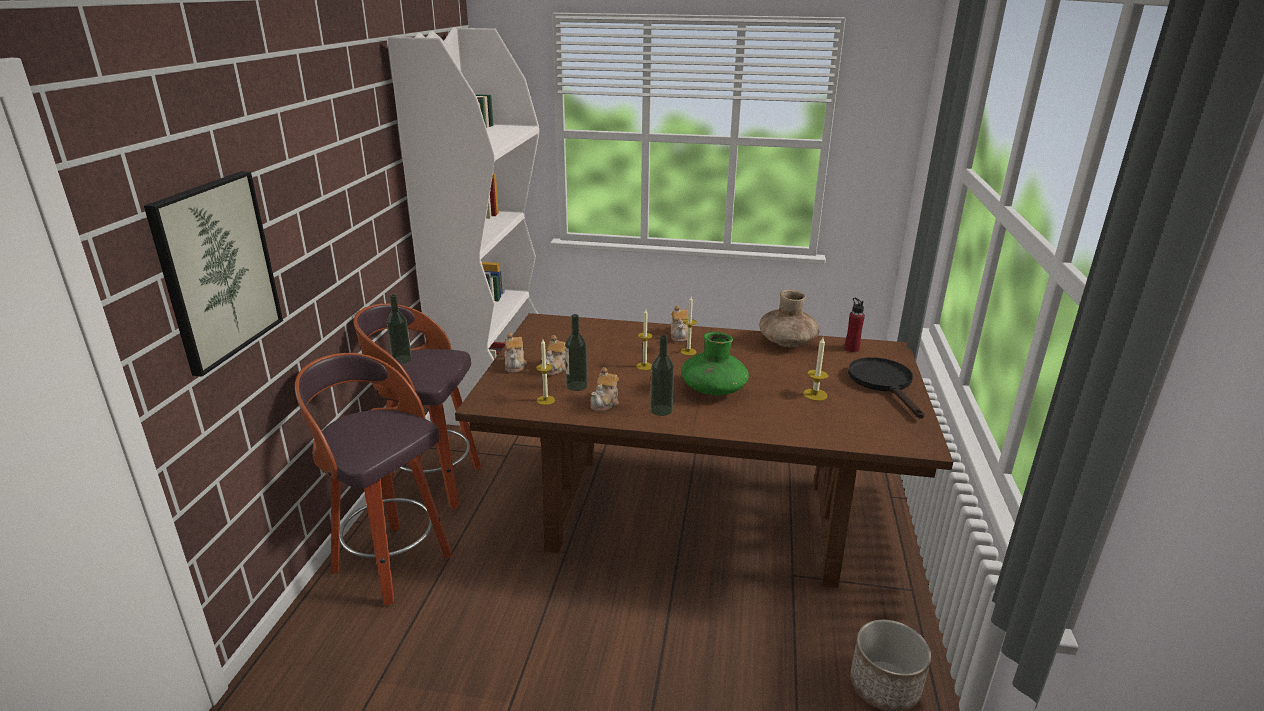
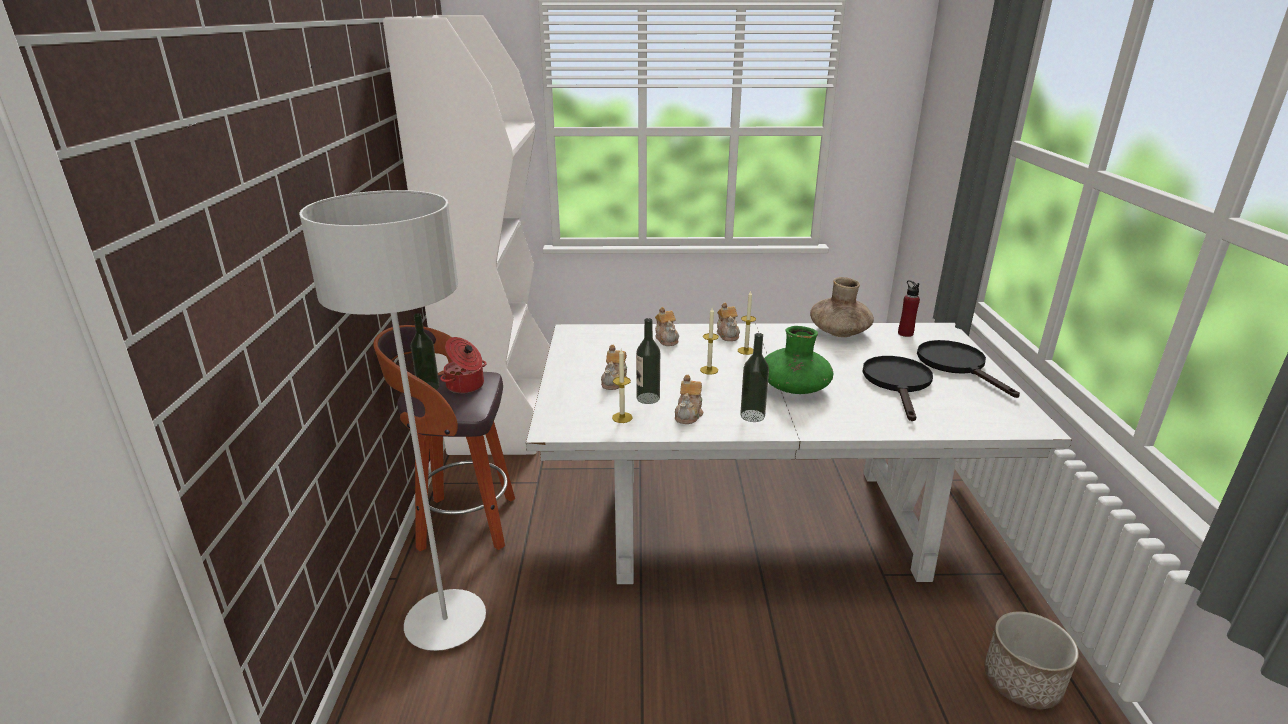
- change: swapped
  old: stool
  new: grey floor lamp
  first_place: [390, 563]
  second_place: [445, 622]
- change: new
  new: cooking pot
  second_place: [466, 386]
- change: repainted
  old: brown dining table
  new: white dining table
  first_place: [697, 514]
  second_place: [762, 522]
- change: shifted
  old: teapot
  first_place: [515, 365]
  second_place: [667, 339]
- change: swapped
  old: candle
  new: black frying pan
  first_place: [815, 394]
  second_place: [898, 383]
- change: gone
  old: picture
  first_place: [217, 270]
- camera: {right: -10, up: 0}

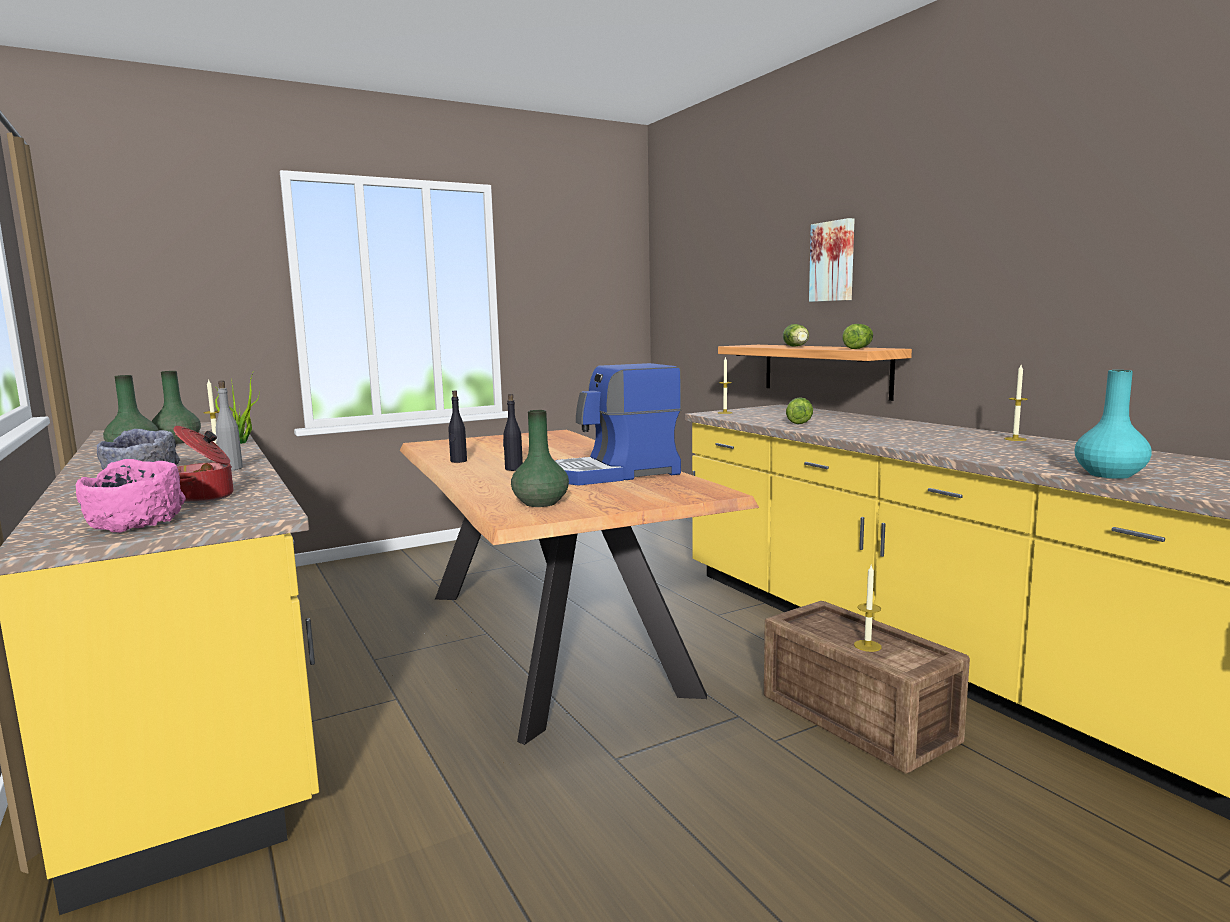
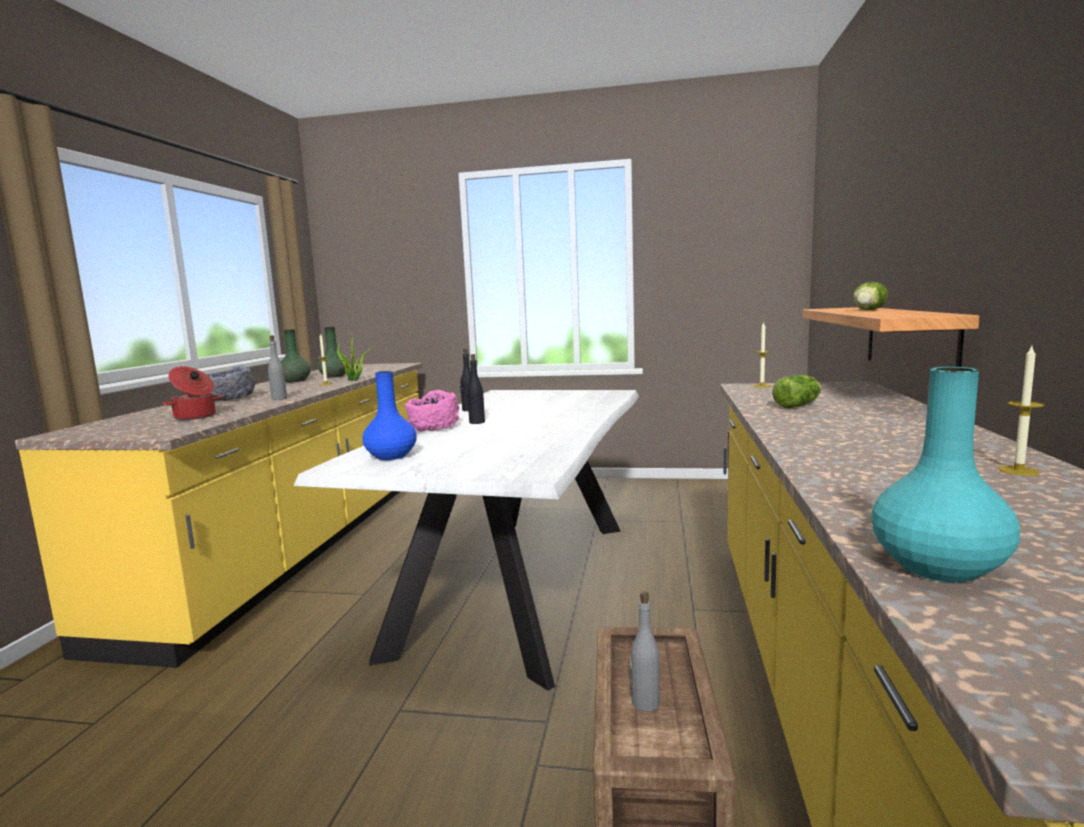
- change: repainted
  old: brown dining table
  new: white dining table
  first_place: [549, 639]
  second_place: [519, 583]
- change: repainted
  old: green vase
  new: blue vase
  first_place: [540, 503]
  second_place: [390, 456]
- change: shifted
  old: pink bowl
  first_place: [136, 524]
  second_place: [434, 428]
- change: swapped
  old: candle
  new: grey bottle
  first_place: [867, 646]
  second_place: [645, 703]
- change: gone
  old: coffee machine
  first_place: [616, 474]
- change: gone
  old: picture
  first_place: [833, 261]
- change: gone
  old: lettuce
  first_place: [859, 348]
- camera: {right: 40, up: 0}

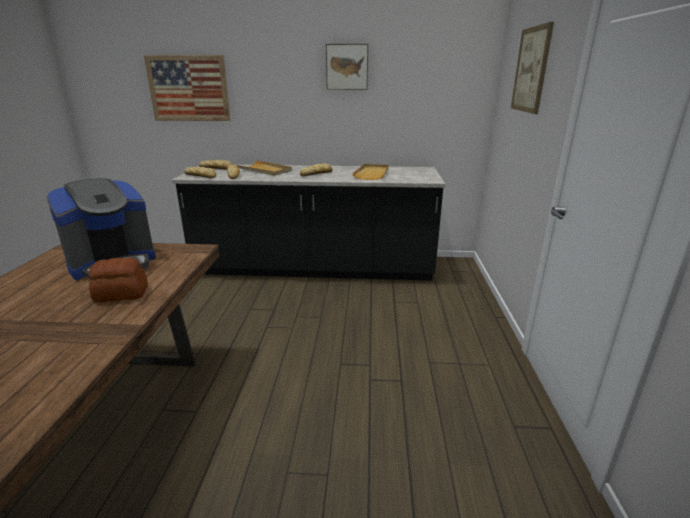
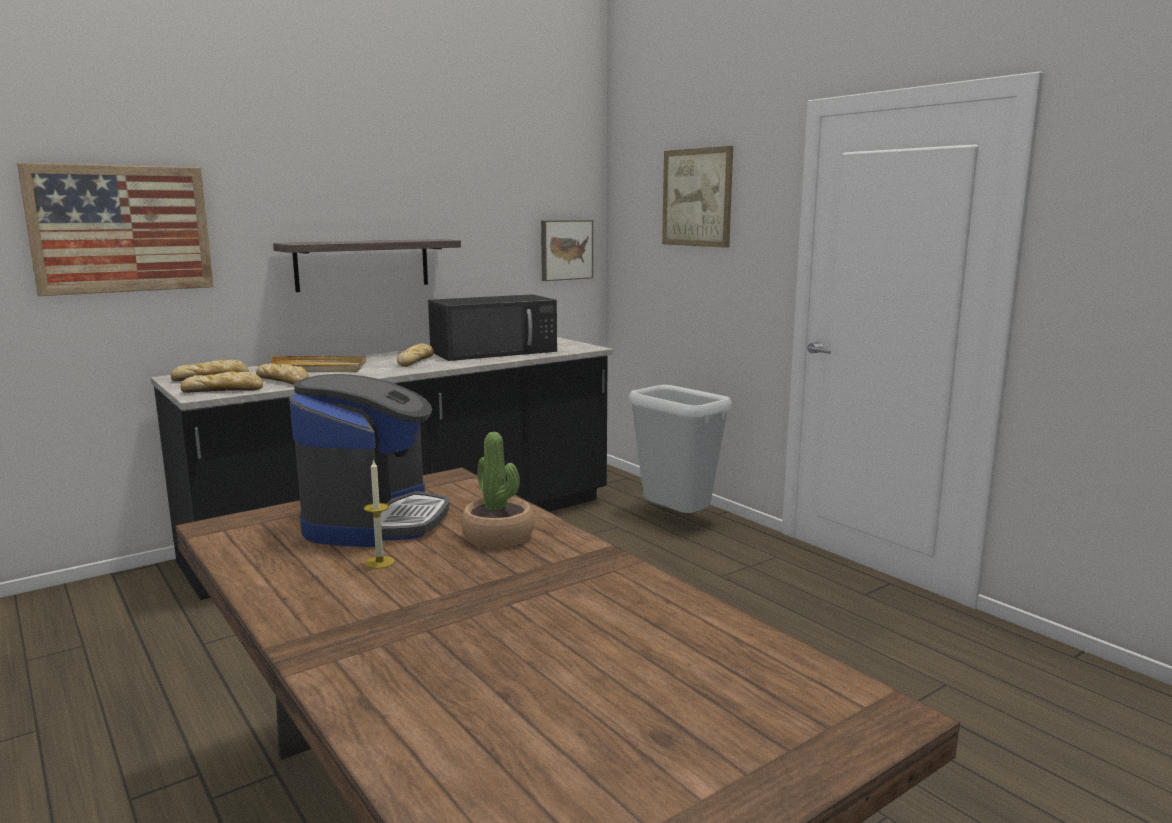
- change: new
  new: shelf
  second_place: [363, 264]
- change: new
  new: candle
  second_place: [379, 562]
- change: swapped
  old: beige tray
  new: black microwave
  first_place: [372, 174]
  second_place: [495, 351]
- change: swapped
  old: bread
  new: potted plant
  first_place: [121, 294]
  second_place: [498, 536]
- change: shifted
  old: picture
  first_place: [347, 67]
  second_place: [565, 249]
- change: new
  new: grey trash can
  second_place: [677, 520]
- camera: {right: -40, up: -10}

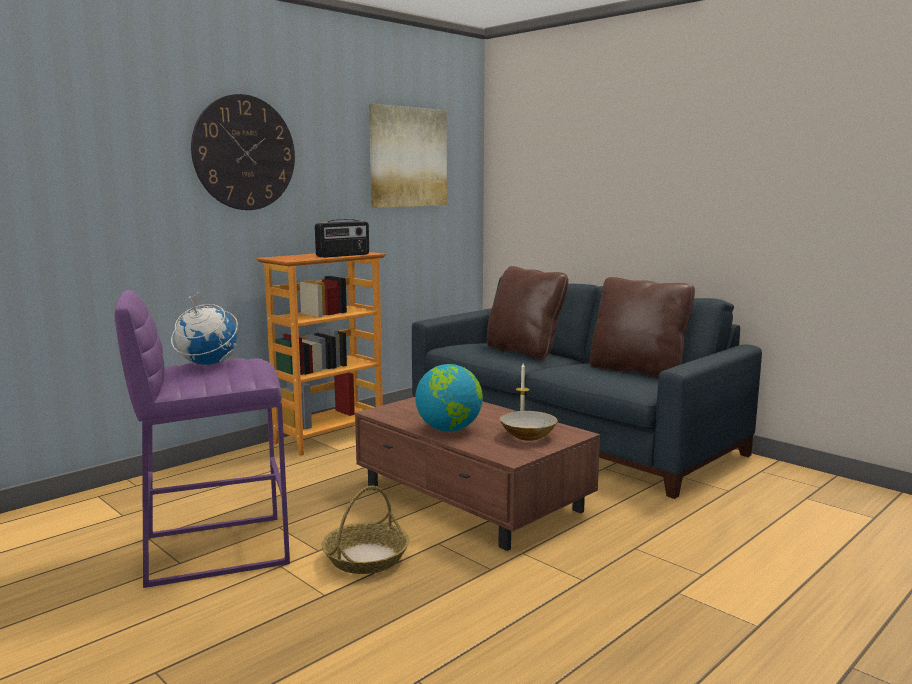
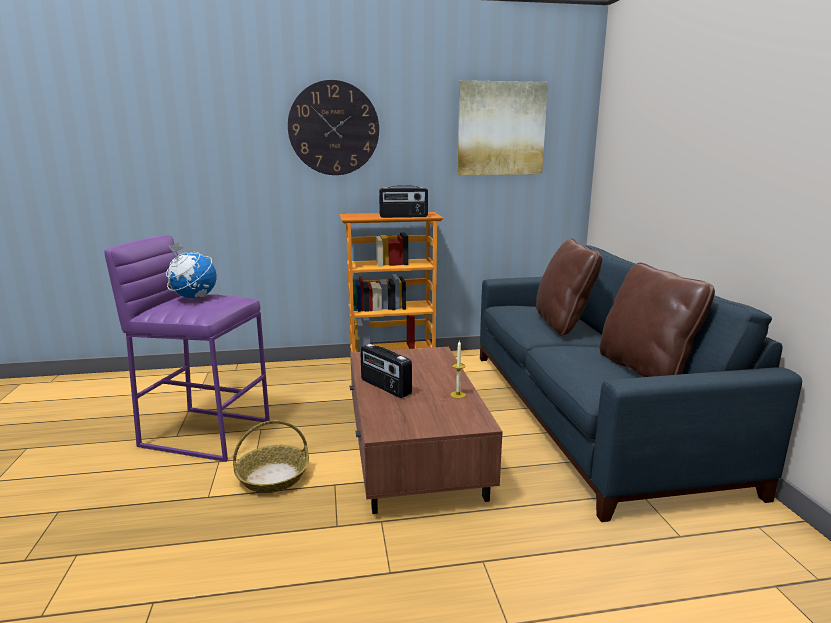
- change: swapped
  old: globe
  new: radio
  first_place: [449, 429]
  second_place: [385, 387]
- change: gone
  old: bowl
  first_place: [527, 436]
- camera: {right: 35, up: 5}

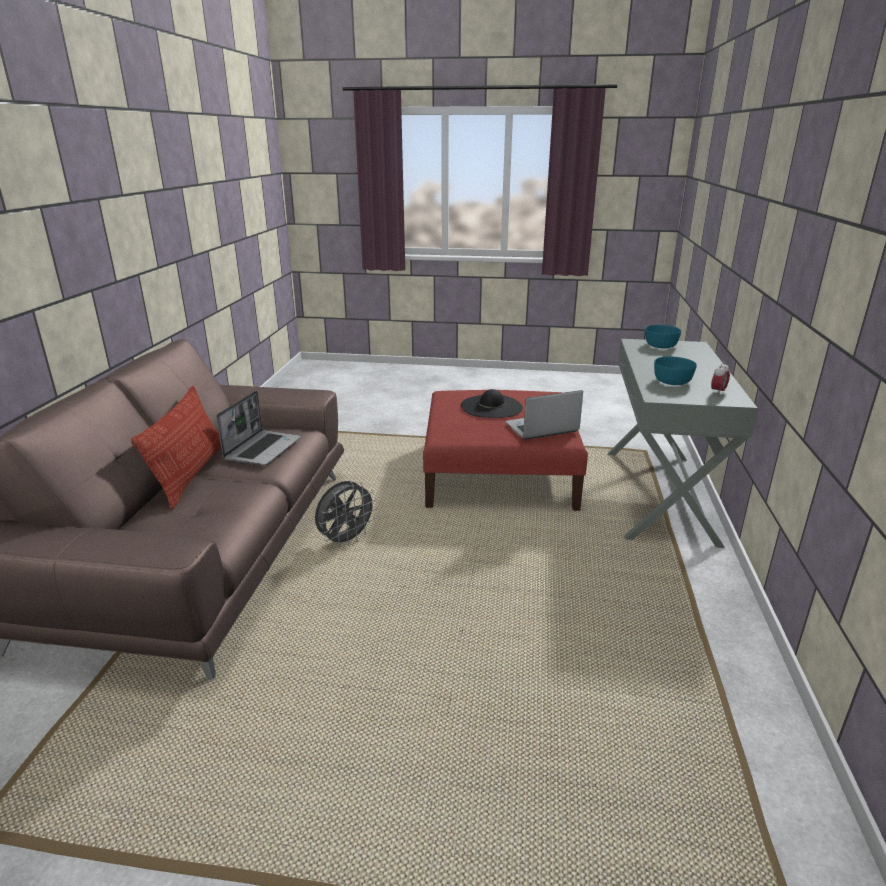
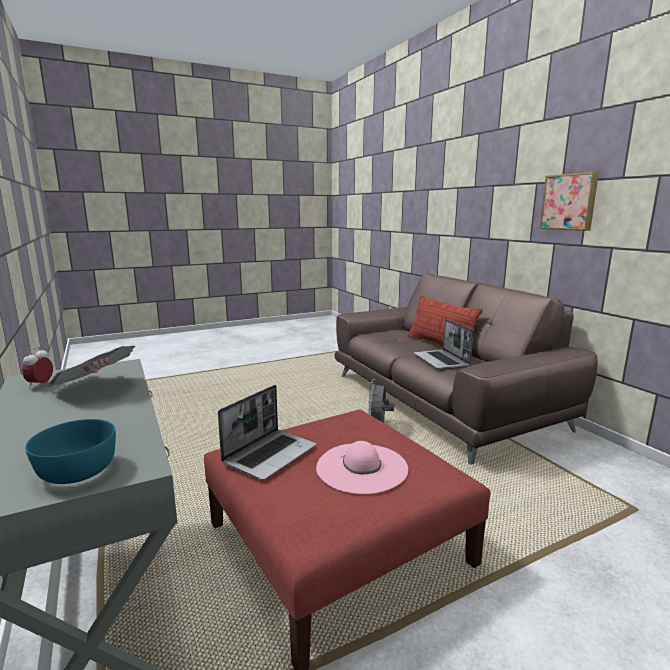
- change: swapped
  old: turquoise bowl
  new: newspaper
  first_place: [673, 381]
  second_place: [95, 387]
- change: repainted
  old: black hat
  new: pink hat
  first_place: [491, 406]
  second_place: [362, 467]
- change: new
  new: picture
  second_place: [569, 202]
- camera: {right: 145, up: -10}

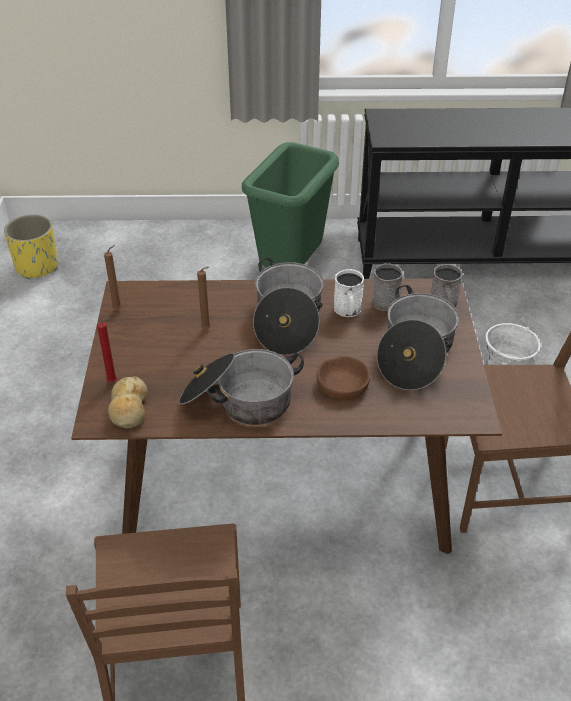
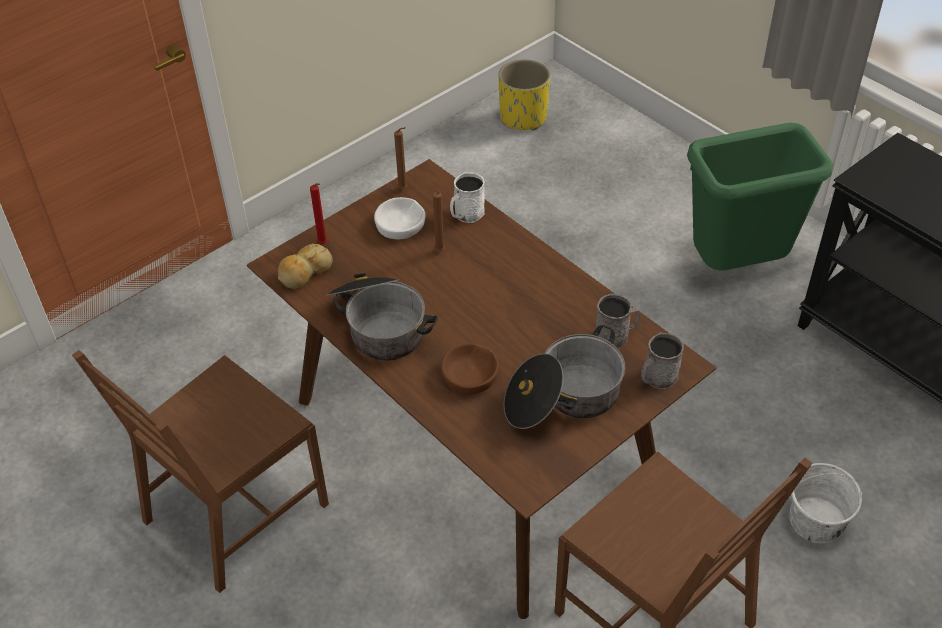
- change: new
  new: white bowl
  second_place: [400, 224]
- change: shifted
  old: white mug
  first_place: [348, 311]
  second_place: [466, 215]
- change: gone
  old: cooking pot
  first_place: [287, 321]
- camera: {right: 50, up: 5}

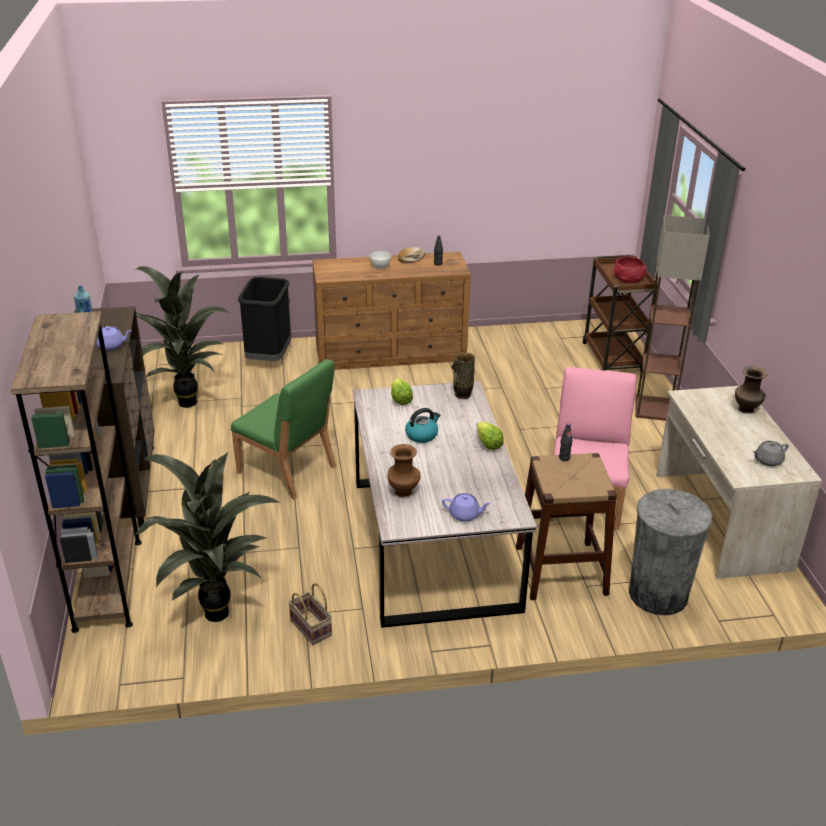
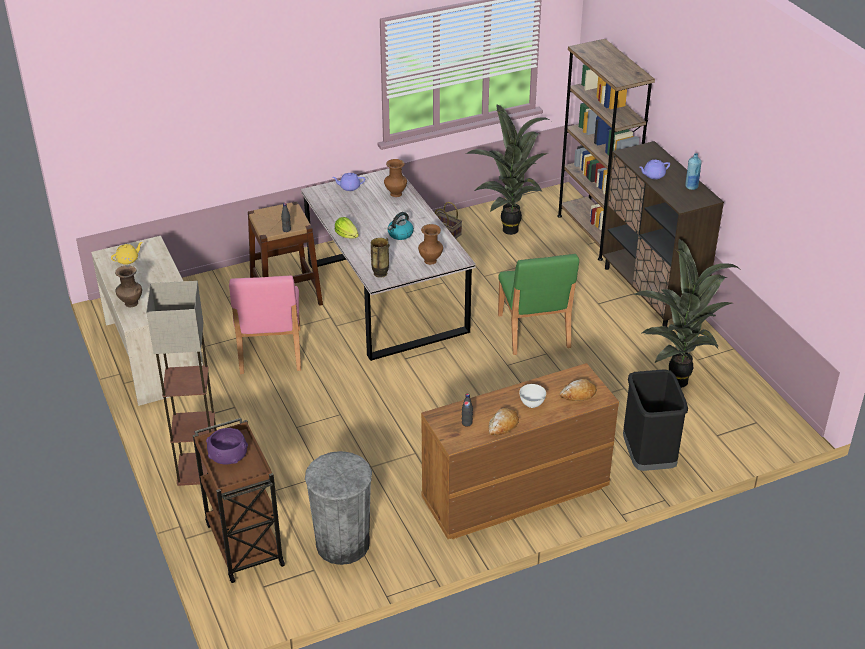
- change: repainted
  old: grey teapot
  new: yellow teapot
  first_place: [767, 461]
  second_place: [128, 259]
- change: repainted
  old: red bowl
  new: purple bowl
  first_place: [629, 278]
  second_place: [227, 455]
- change: shifted
  old: grey trash can
  first_place: [658, 594]
  second_place: [342, 544]
- change: swapped
  old: lettuce
  new: brown vase
  first_place: [400, 400]
  second_place: [430, 260]
- change: rotated
  old: green chair
  first_place: [287, 470]
  second_place: [533, 331]
  degrees: -120
- change: new
  new: bread
  second_place: [578, 394]
- camera: {right: 165, up: 5}

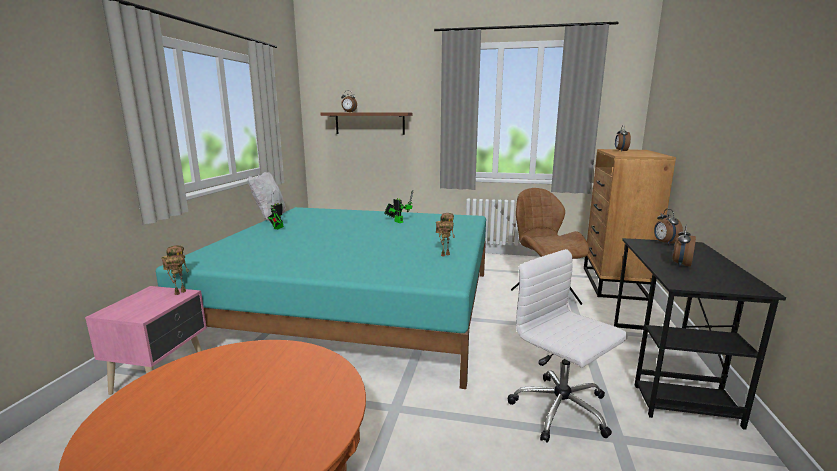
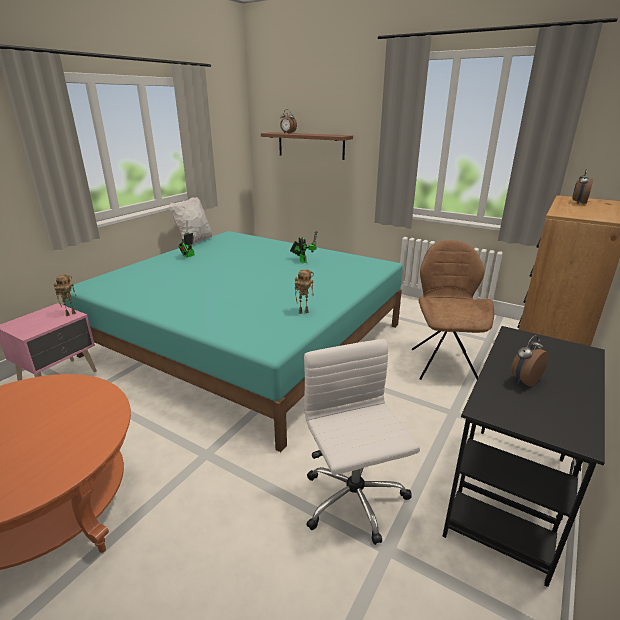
- change: gone
  old: alarm clock
  first_place: [664, 243]
- camera: {right: 20, up: 10}

